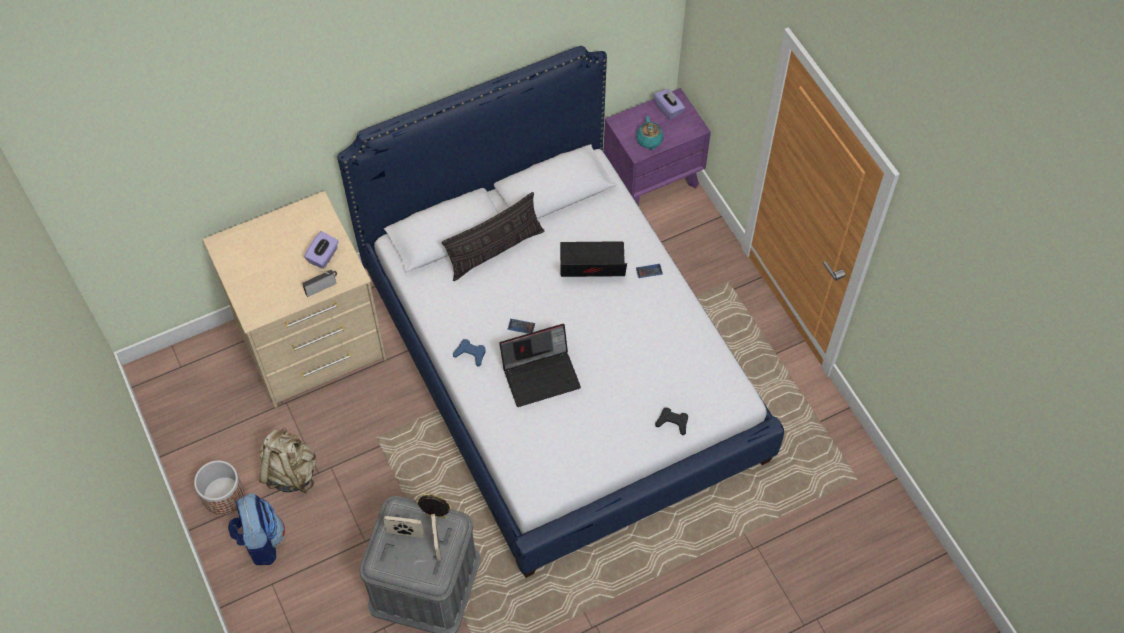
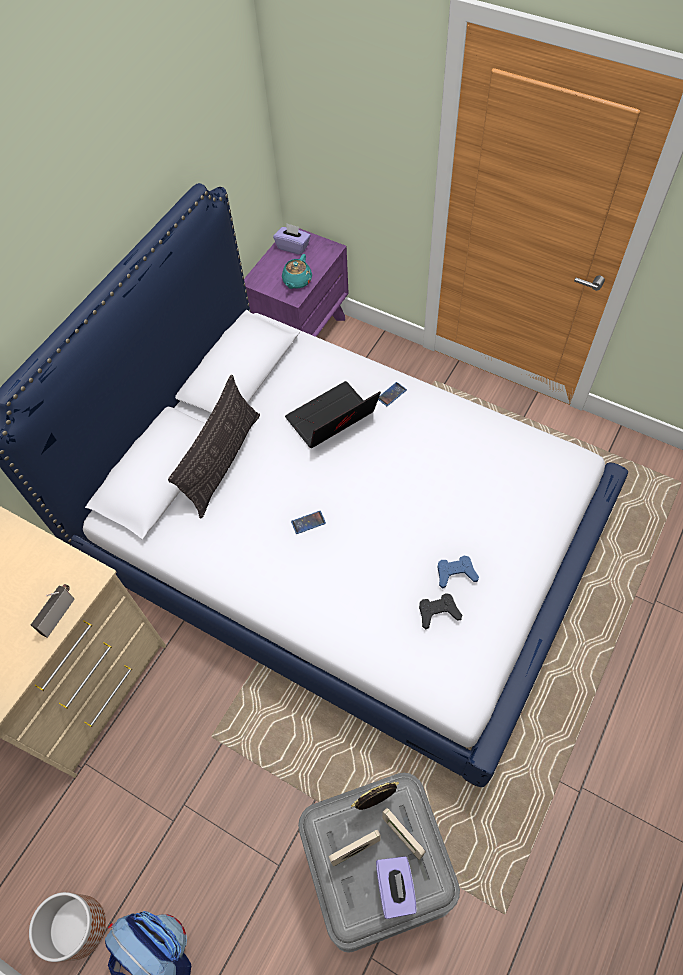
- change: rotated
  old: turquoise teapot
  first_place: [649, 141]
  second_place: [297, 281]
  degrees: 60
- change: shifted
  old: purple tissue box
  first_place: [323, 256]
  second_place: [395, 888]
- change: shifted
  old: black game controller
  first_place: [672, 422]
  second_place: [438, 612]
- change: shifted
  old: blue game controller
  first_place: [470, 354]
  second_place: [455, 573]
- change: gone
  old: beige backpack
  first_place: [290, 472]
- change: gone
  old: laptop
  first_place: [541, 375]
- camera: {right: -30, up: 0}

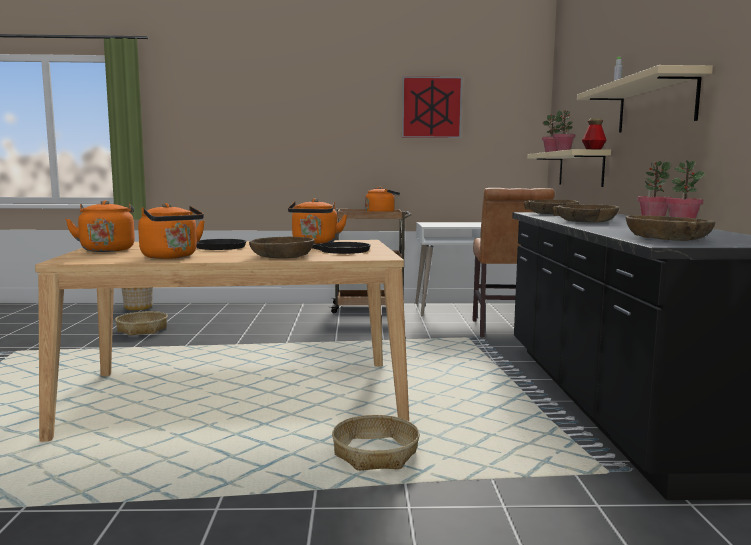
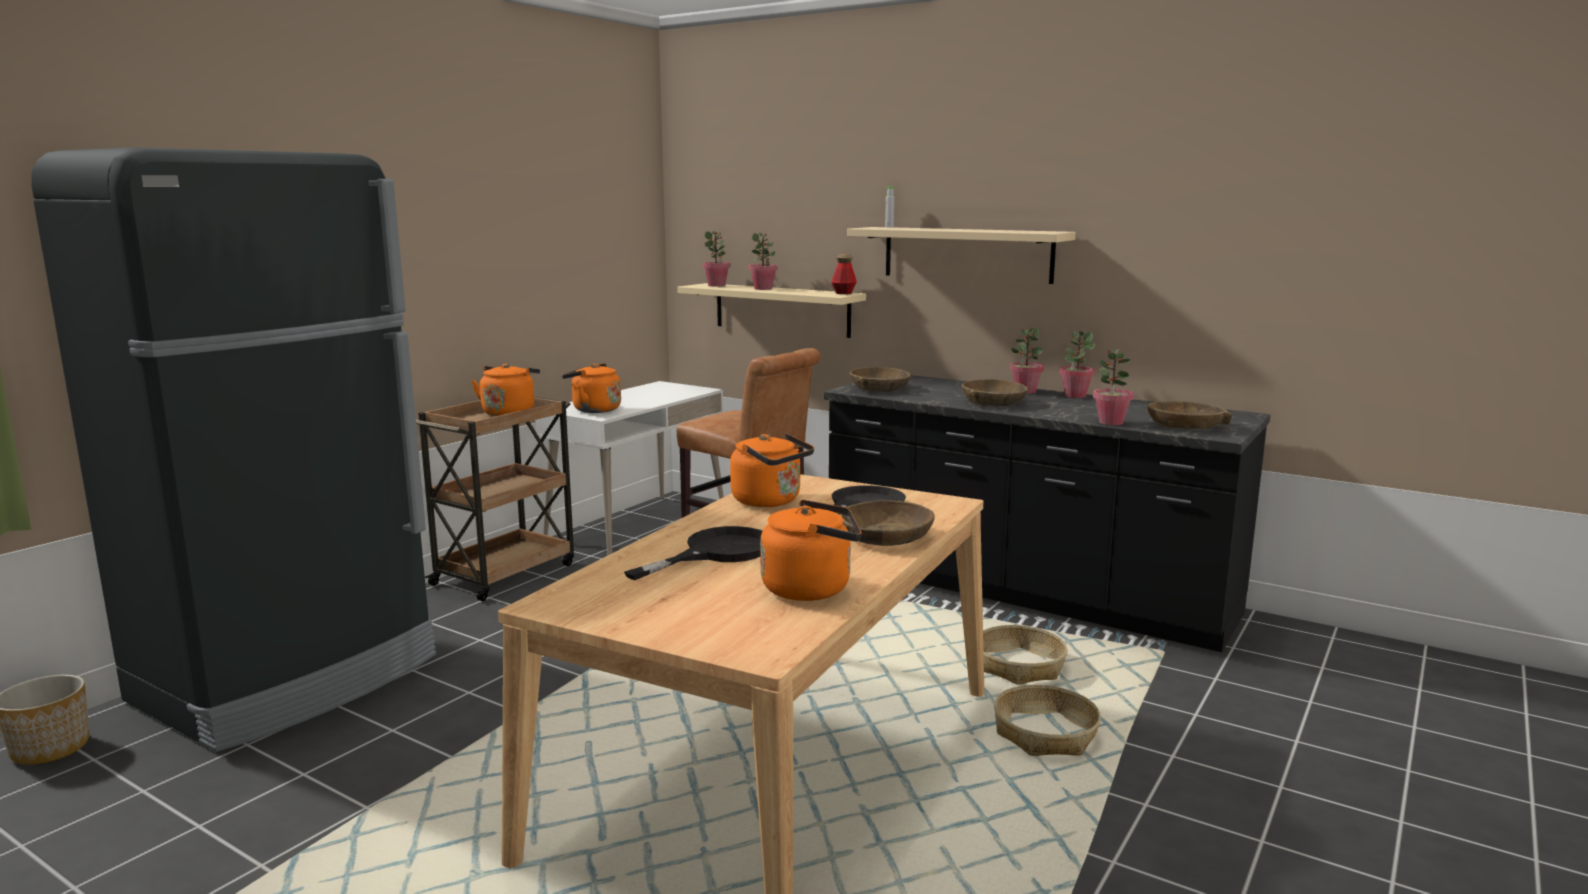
- change: new
  new: black fridge
  second_place: [290, 679]
- change: shifted
  old: orange kettle
  first_place: [107, 249]
  second_place: [593, 410]
- change: shifted
  old: basket
  first_place: [142, 330]
  second_place: [1019, 666]
- change: new
  new: potted plant
  second_place: [1111, 422]
- change: gone
  old: picture
  first_place: [431, 107]
- camera: {right: -55, up: 5}

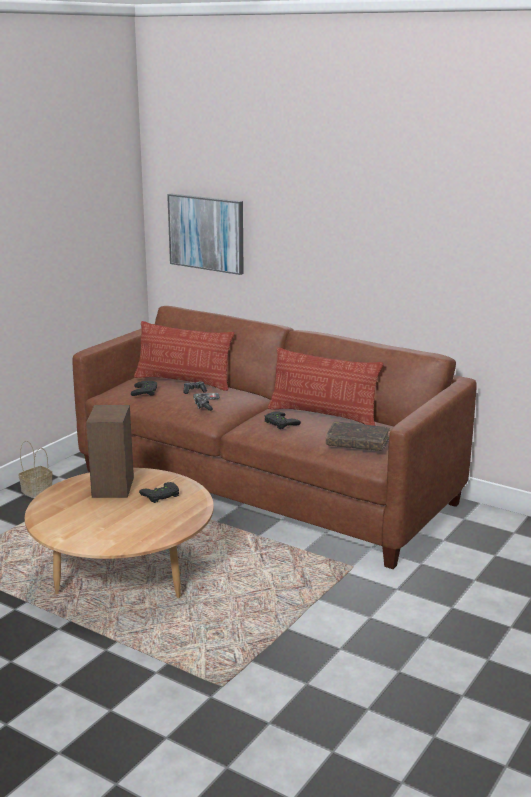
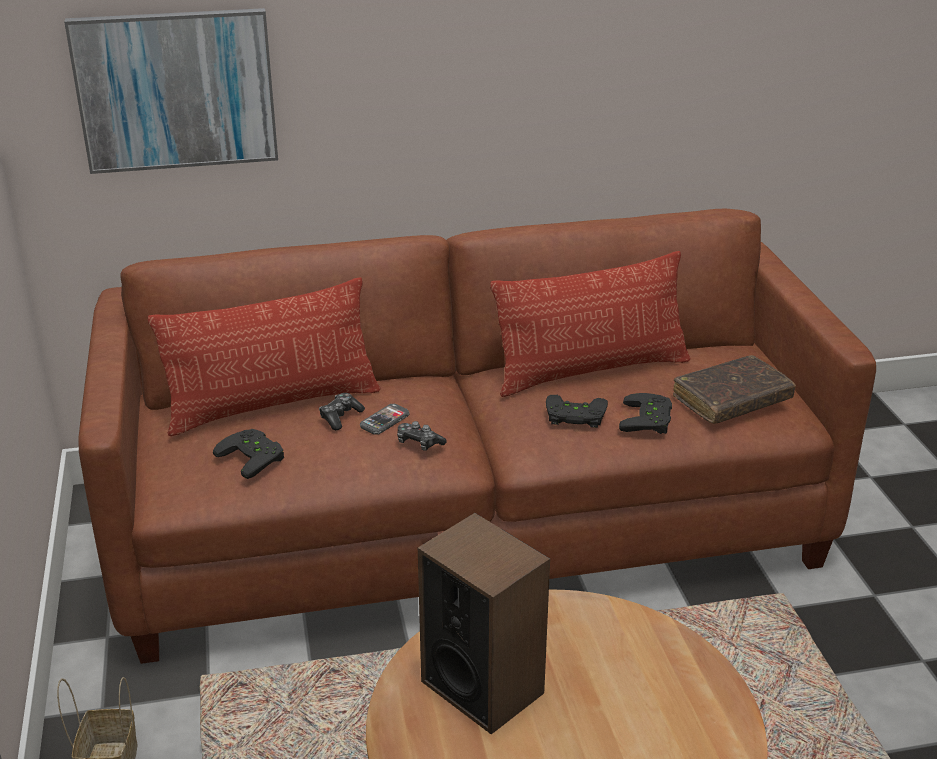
- change: shifted
  old: black game controller
  first_place: [161, 496]
  second_place: [650, 419]
- camera: {right: -45, up: 10}

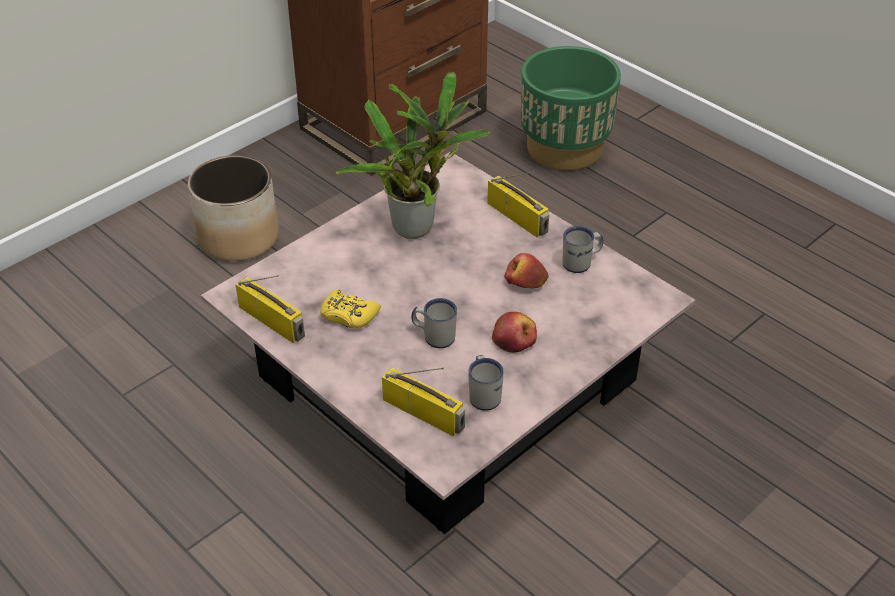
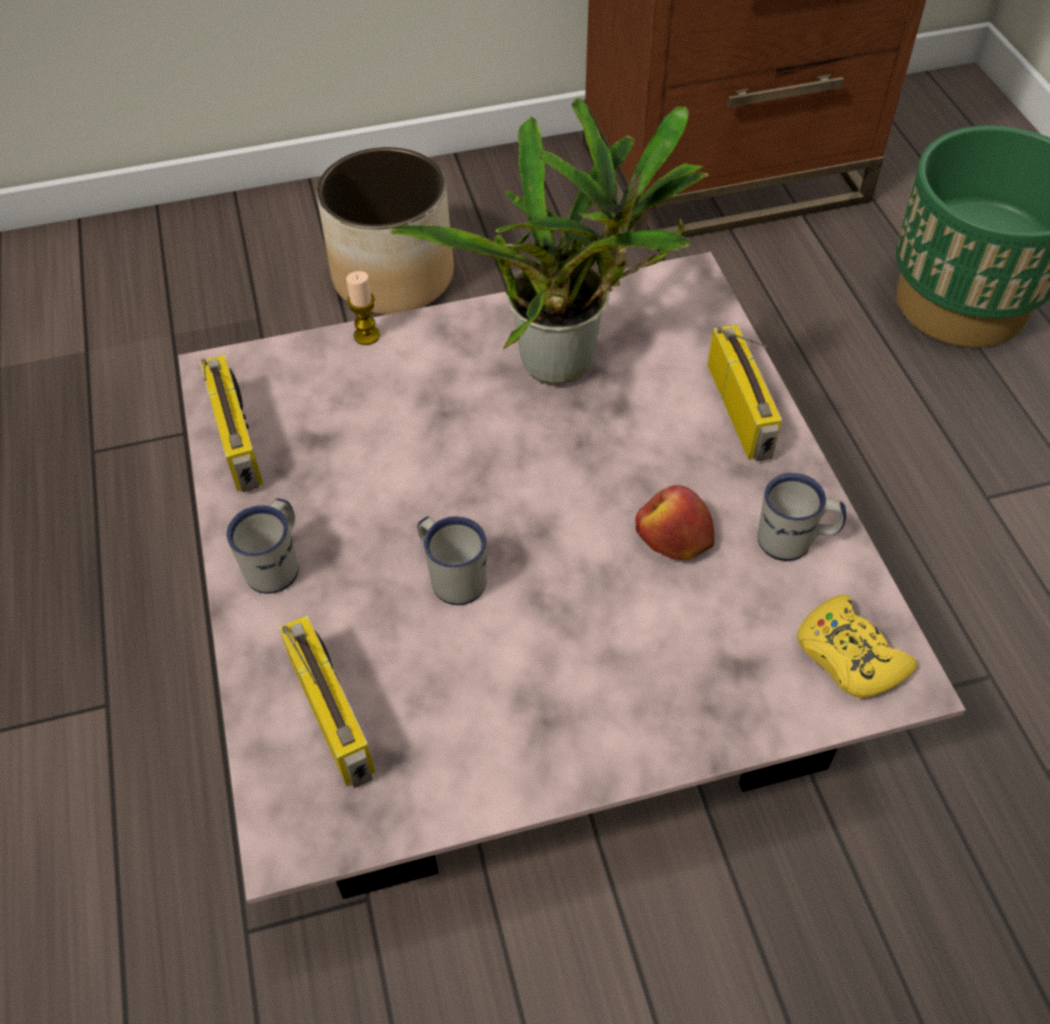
- change: shifted
  old: white mug
  first_place: [484, 394]
  second_place: [277, 563]
- change: new
  new: candle
  second_place: [366, 336]
- change: shifted
  old: yellow game controller
  first_place: [348, 315]
  second_place: [848, 656]
- change: gone
  old: apple
  first_place: [514, 339]
- camera: {right: 30, up: 10}

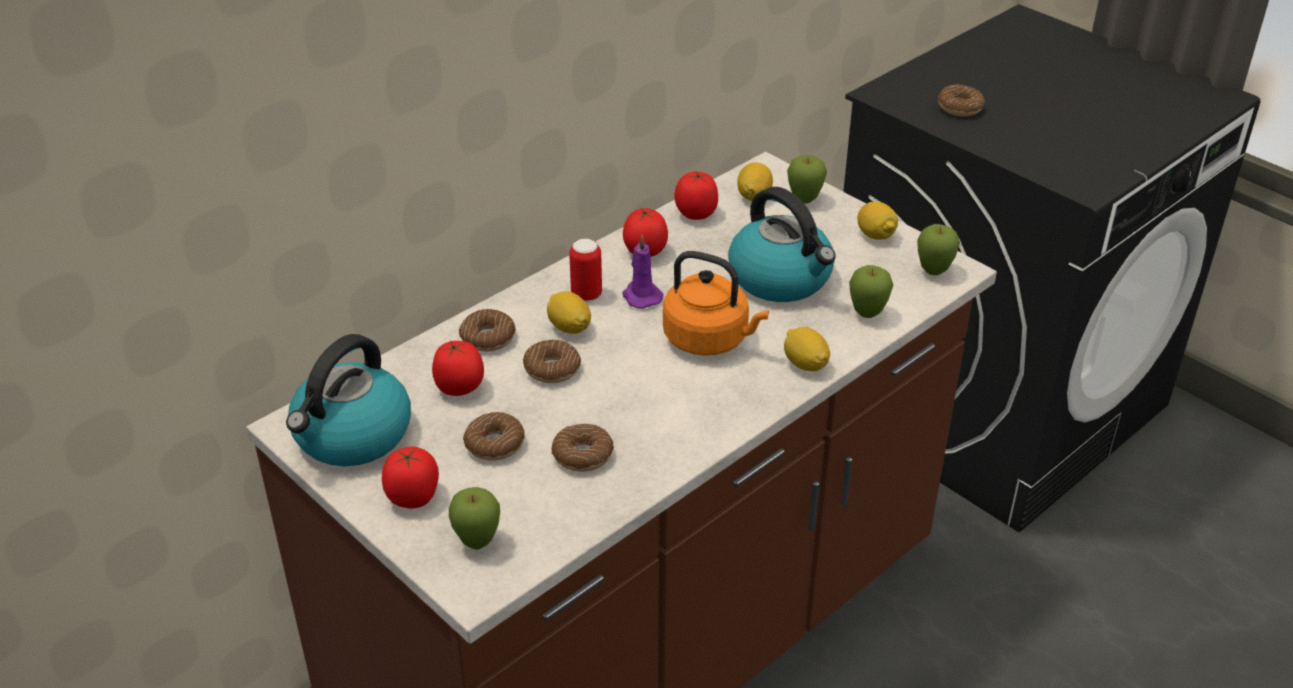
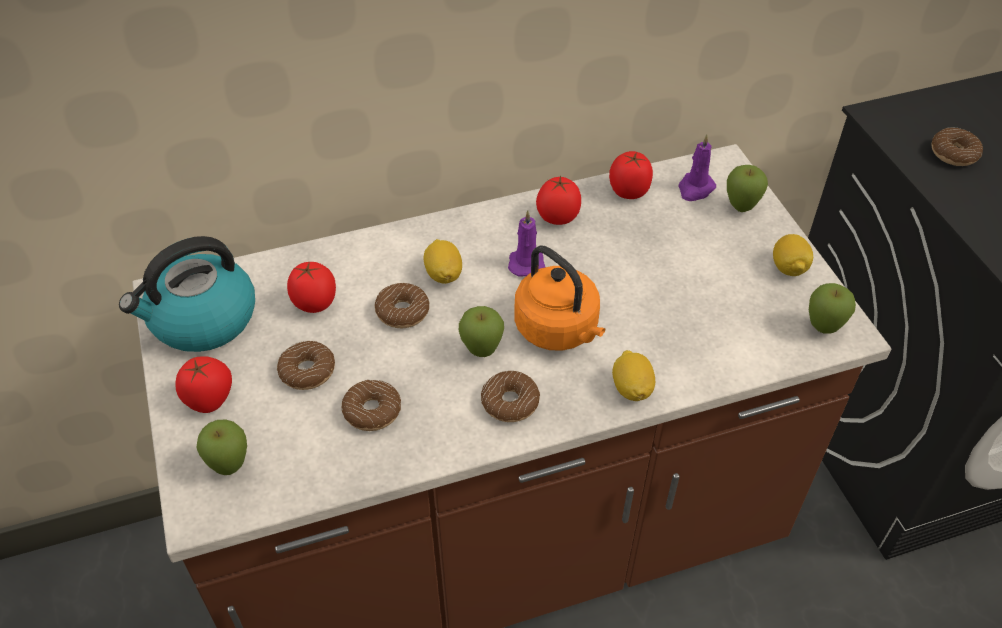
- change: shifted
  old: apple
  first_place: [867, 315]
  second_place: [482, 352]
- change: shifted
  old: donut
  first_place: [488, 338]
  second_place: [510, 402]
- change: swapped
  old: lemon
  new: purple candle
  first_place: [754, 196]
  second_place: [695, 189]
- change: gone
  old: can
  first_place: [586, 295]
- change: gone
  old: kettle
  first_place: [782, 279]
- camera: {right: 25, up: 10}

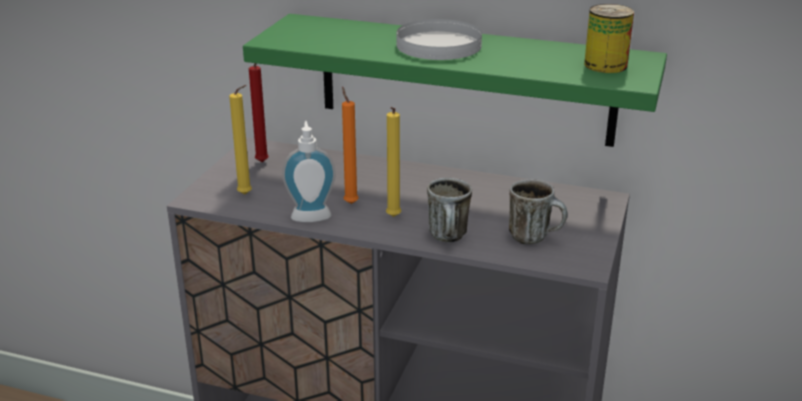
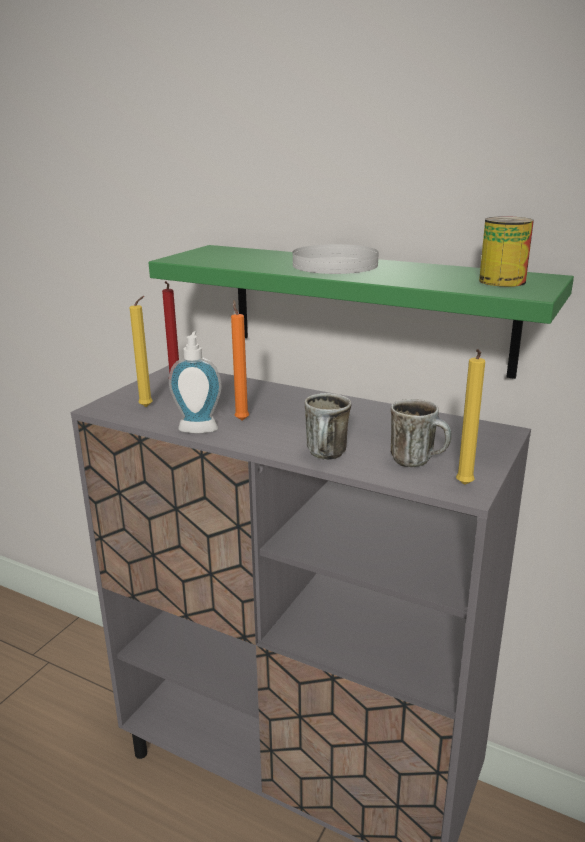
- change: shifted
  old: yellow candle
  first_place: [393, 218]
  second_place: [463, 486]
- camera: {right: 10, up: -5}

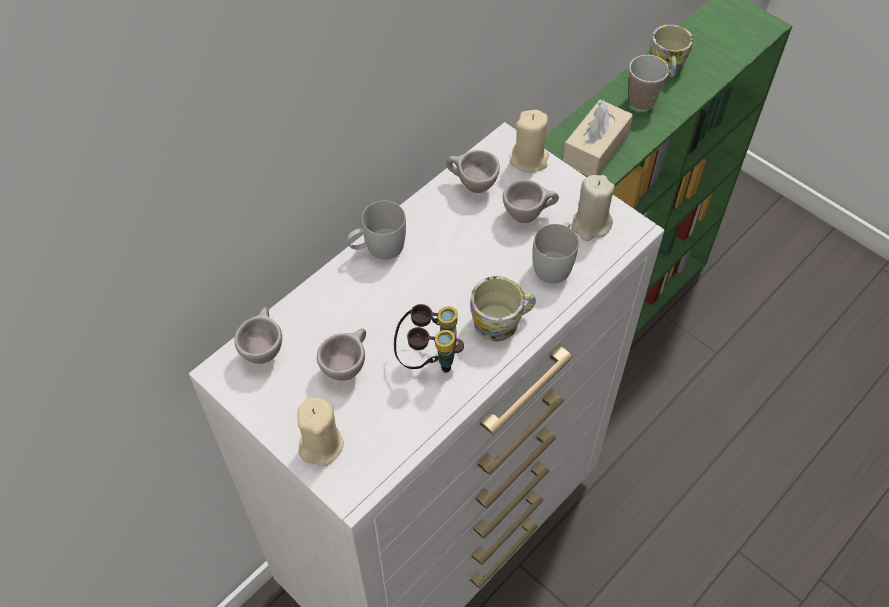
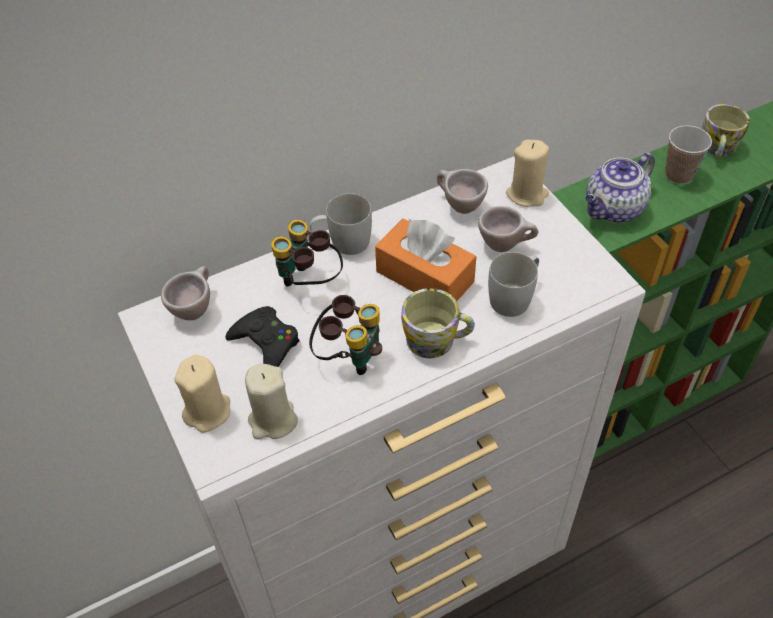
- change: swapped
  old: beige cup
  new: black game controller
  first_place: [347, 366]
  second_place: [266, 343]
- change: shifted
  old: beige candle
  first_place: [590, 225]
  second_place: [272, 420]
- change: new
  new: binoculars
  second_place: [309, 283]
- change: new
  new: orange tissue box
  second_place: [425, 276]
- change: swapped
  old: beige tissue box
  new: teapot
  first_place: [595, 149]
  second_place: [613, 210]
- camera: {right: 20, up: -5}

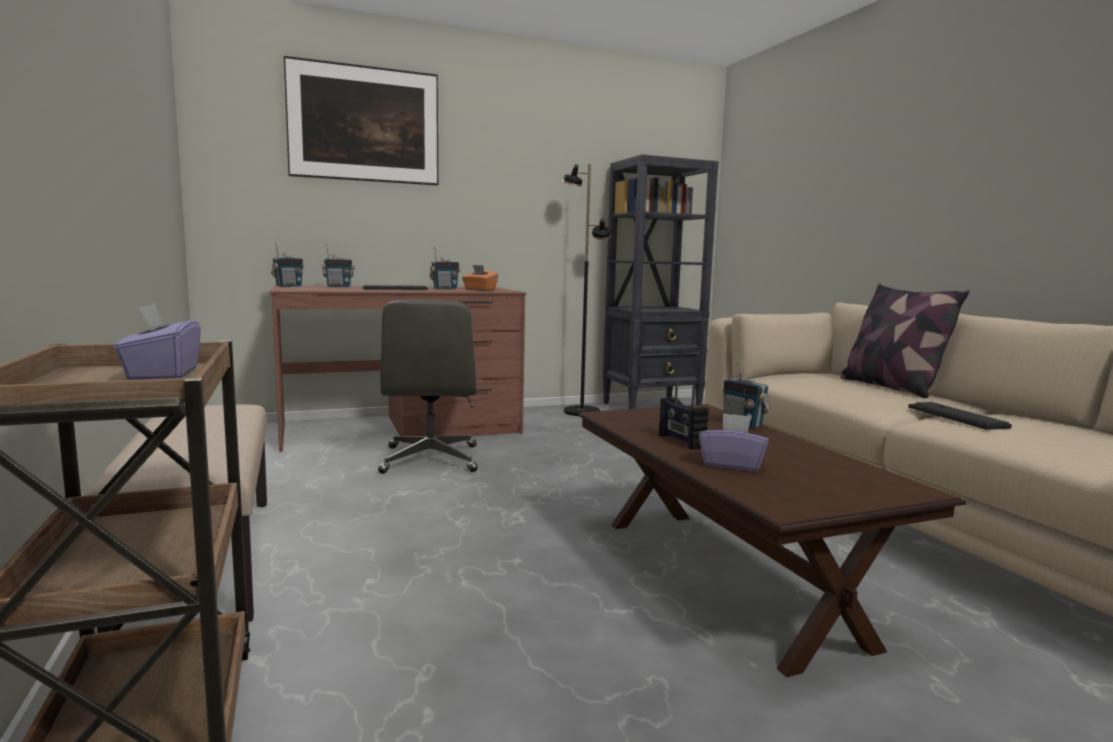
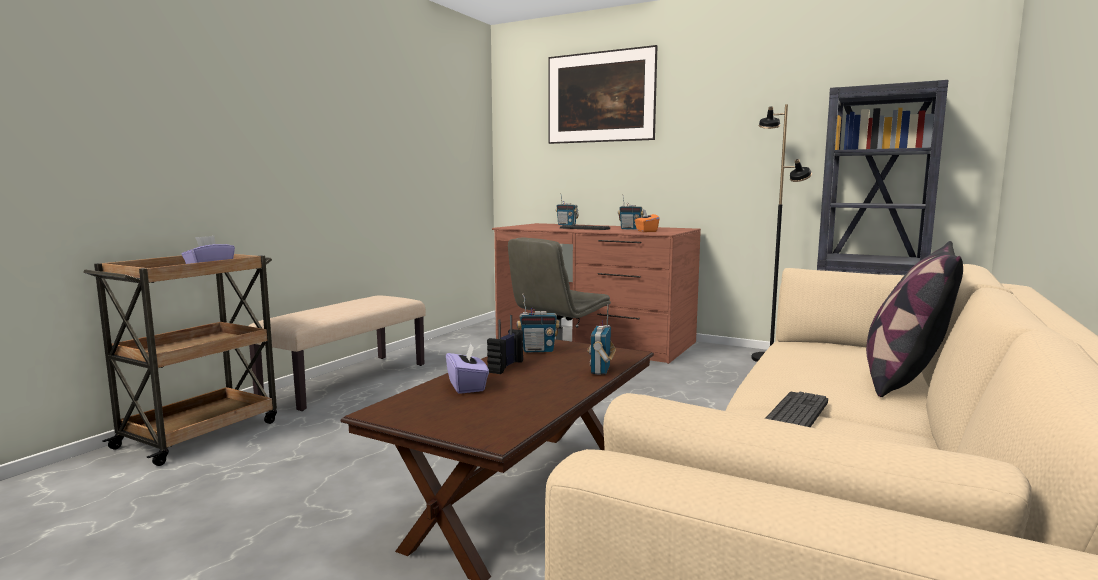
- change: shifted
  old: radio
  first_place: [288, 286]
  second_place: [538, 350]
- camera: {right: 50, up: 0}

